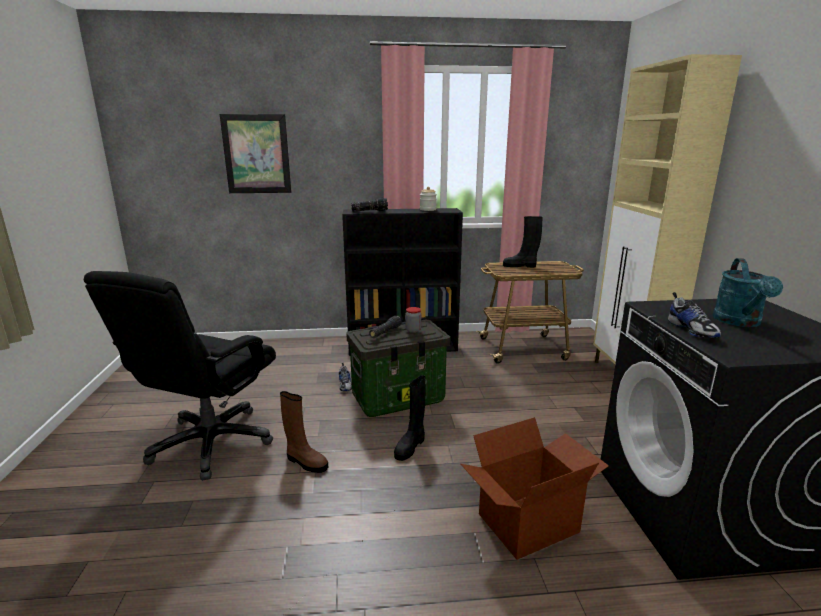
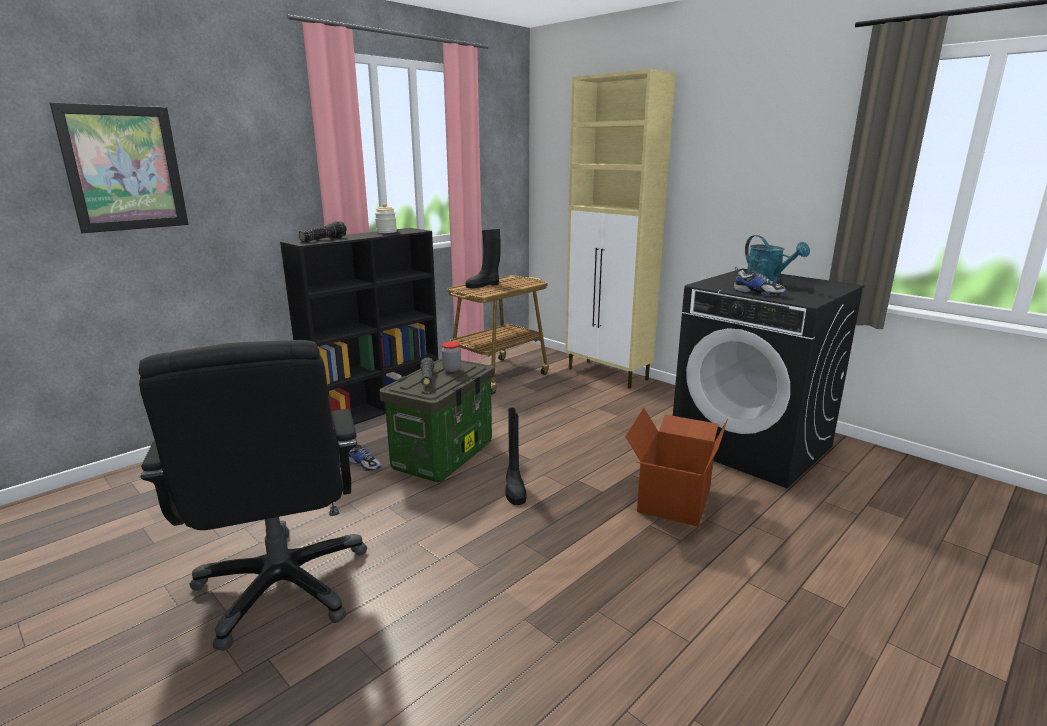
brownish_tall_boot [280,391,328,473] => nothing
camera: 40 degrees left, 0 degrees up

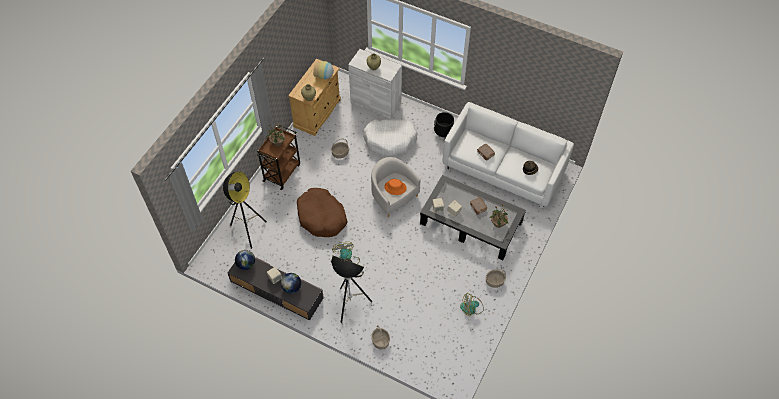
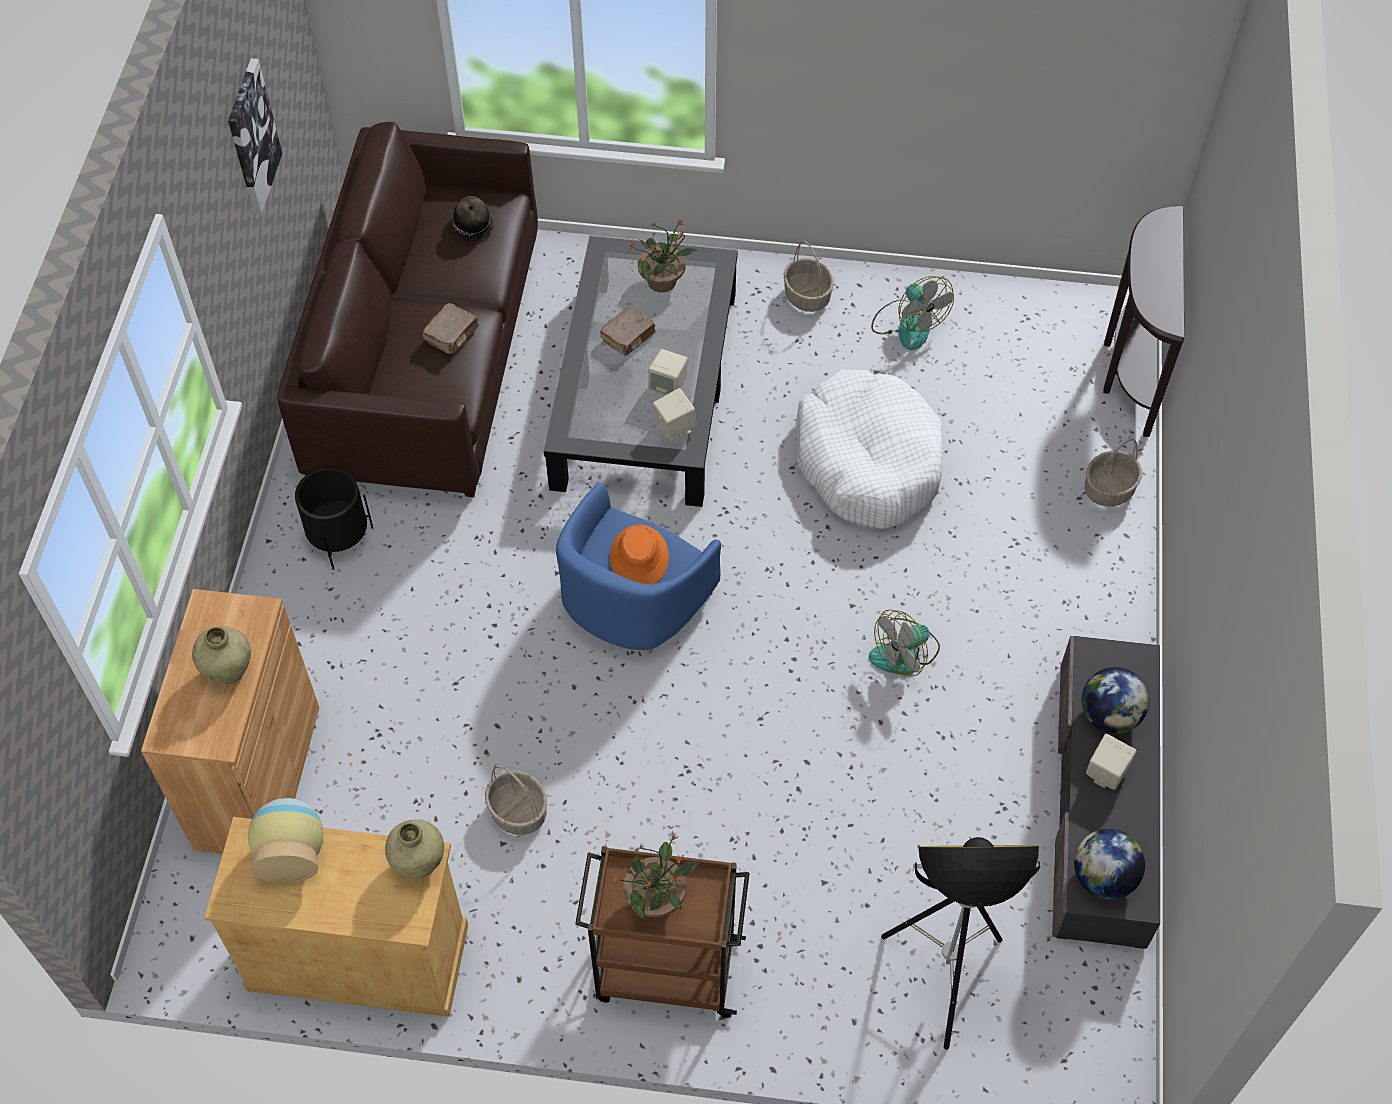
brownish_dog_bed [297,188,347,237] => nothing
standing_lamp [331,256,372,323] => nothing
whitish_storage_cabinet [348,49,402,119] => brownish_storage_cabinet [141,589,319,854]
whitish_dog_bed [363,119,417,156] => whitish_dog_bed [795,370,943,529], relocated
whitish_lounge_chair [371,157,421,217] => blue-coloured_lounge_chair [556,482,721,654]
whitish_settee [442,102,574,209] => brownish_settee [277,122,538,497]
nothing => wall_picture [228,58,282,215]
nothing => brownish_narrow_table [1103,206,1184,437]
camera: 110 degrees left, 0 degrees up

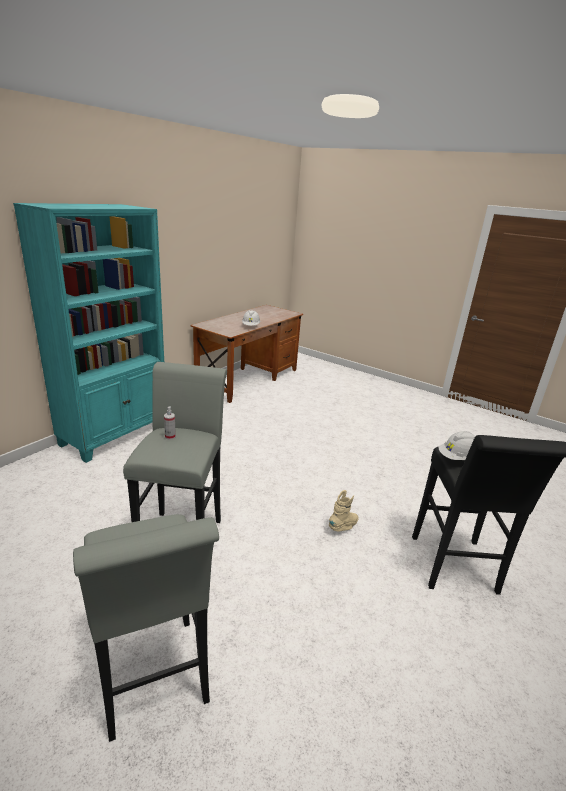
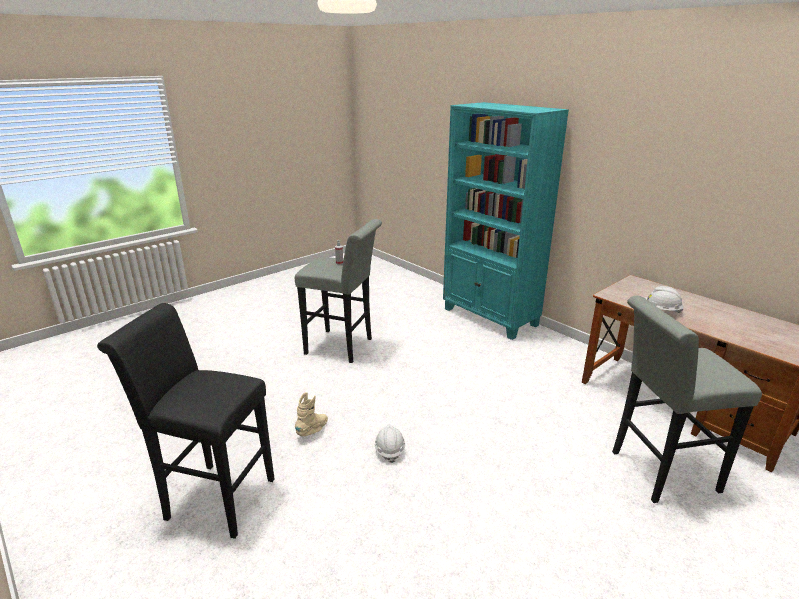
gray_stool [73,514,219,742] => gray_stool [612,296,762,503], relocated
beige-coloured_tall_boot [329,490,358,532] => beige-coloured_tall_boot [295,392,328,436], 120 degrees counterclockwise
whitish_work_helmet [439,431,475,460] => whitish_work_helmet [375,424,405,463], relocated
camera: 105 degrees right, 0 degrees up

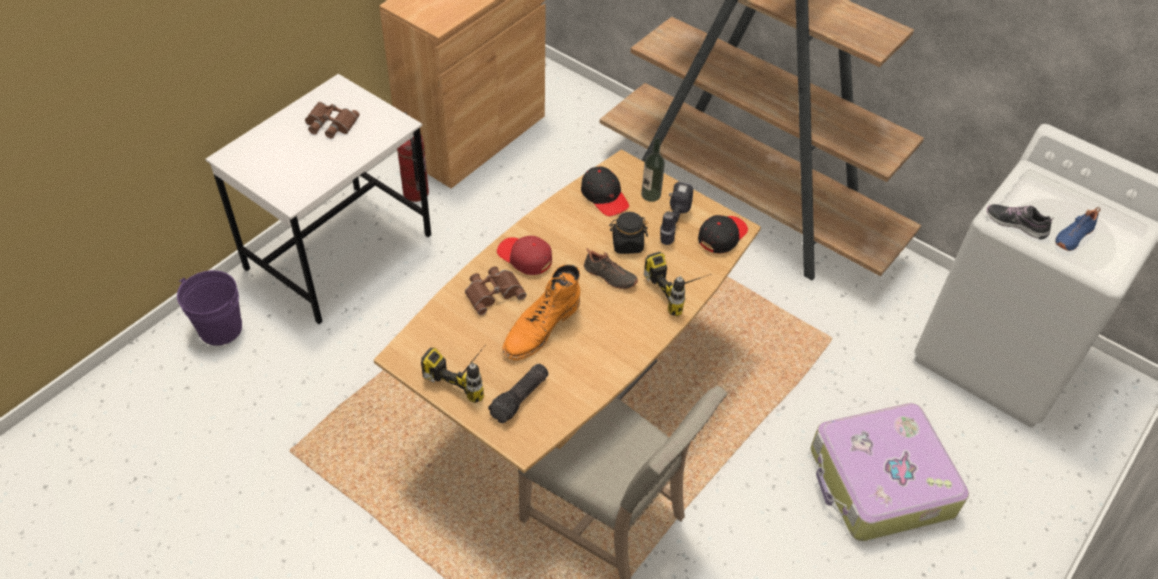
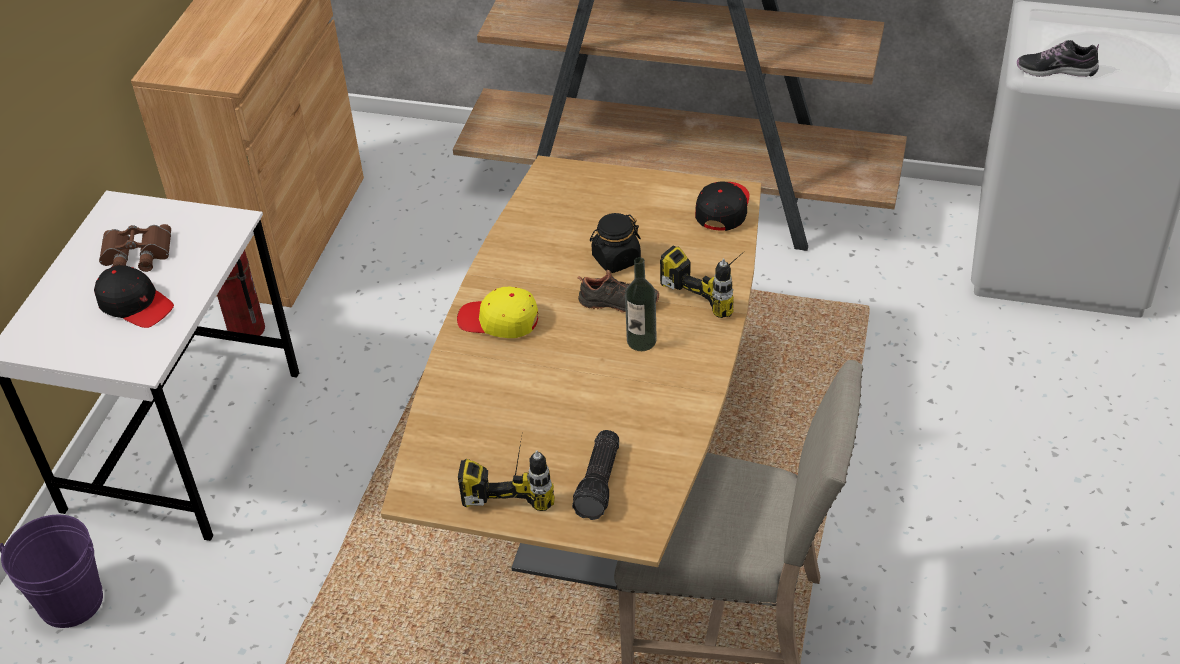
brownish_field_glasses [465,266,526,315] => nothing
red_peaked_cap [497,236,552,275] => yellowish_peaked_cap [457,287,539,338]
orange-coloured_tall_boot [502,264,580,360] => nothing
black_peaked_cap [581,166,629,216] => black_peaked_cap [94,265,174,328], relocated
bottle [641,138,665,202] => bottle [625,257,657,351], relocated
electric_drill [660,182,693,245] => nothing
travel_case [810,403,969,541] => nothing
blue-coloured_shoe [1055,207,1100,251] => nothing
camera: 20 degrees left, 5 degrees down

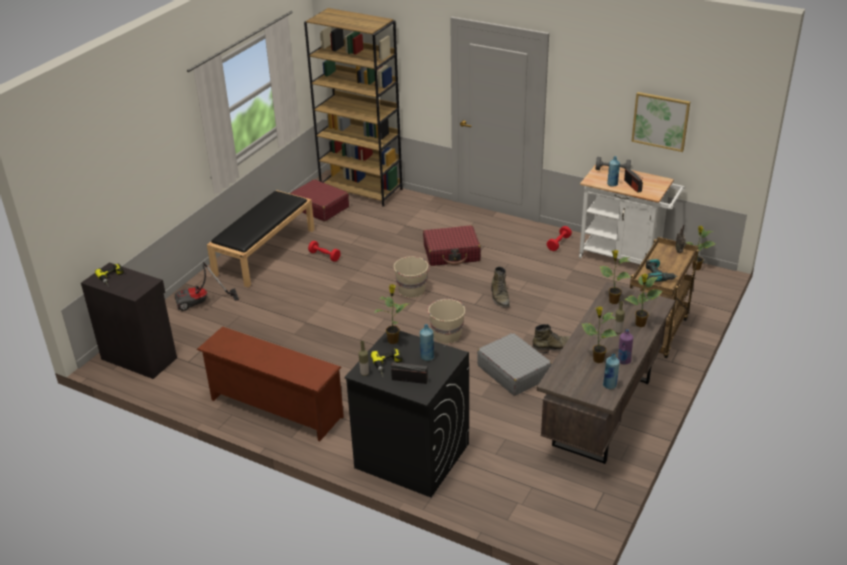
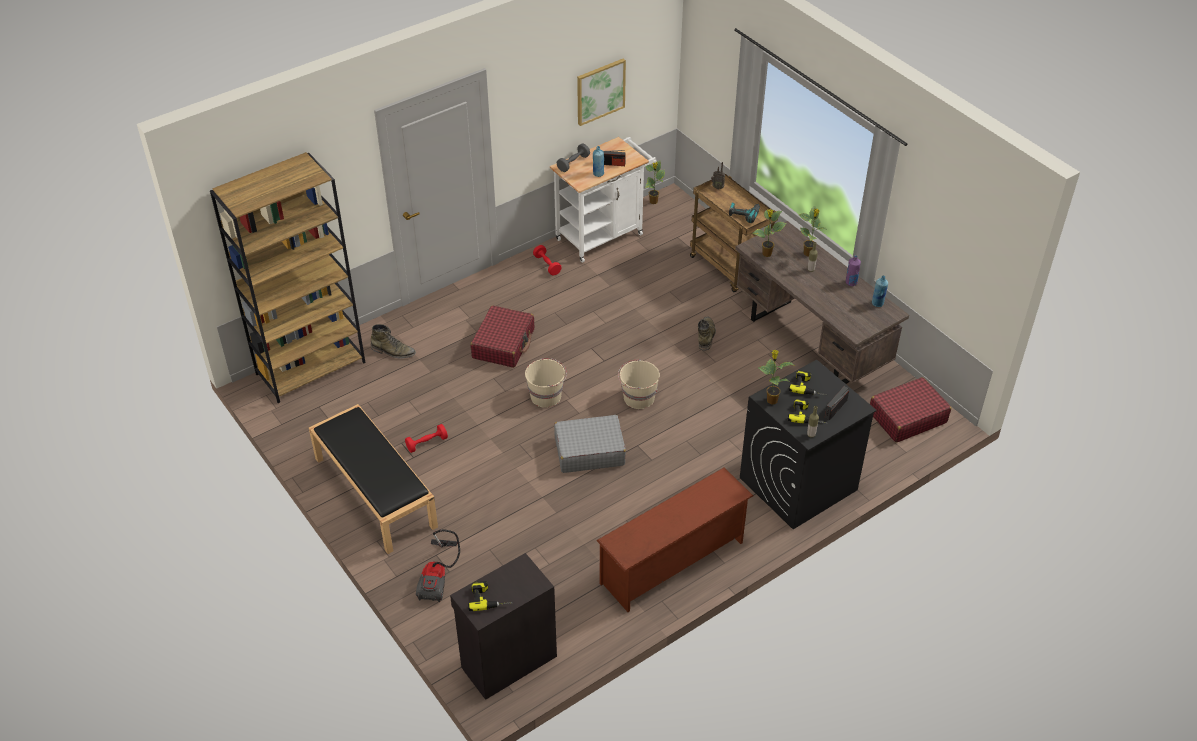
red_travel_case [290,179,349,221] => red_travel_case [870,377,951,443], relocated
blue-coloured_bottle [420,324,434,361] => electric_drill [788,370,828,396]
gray_travel_case [477,333,552,396] => gray_travel_case [554,415,626,473], relocated
green-coloured_tall_boot [491,266,510,308] => green-coloured_tall_boot [371,324,416,359], relocated
plant_in_a_pot [581,306,618,363] => nothing
camera: 65 degrees left, 10 degrees up

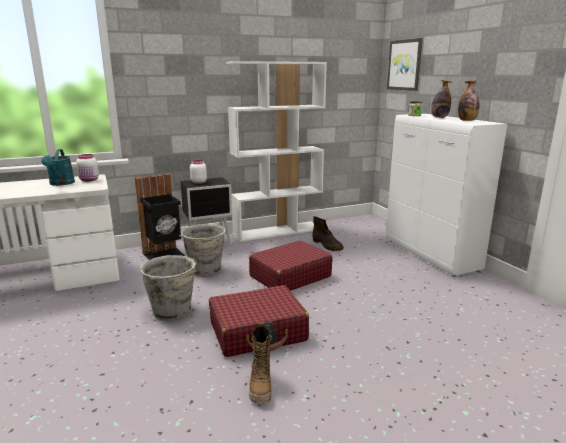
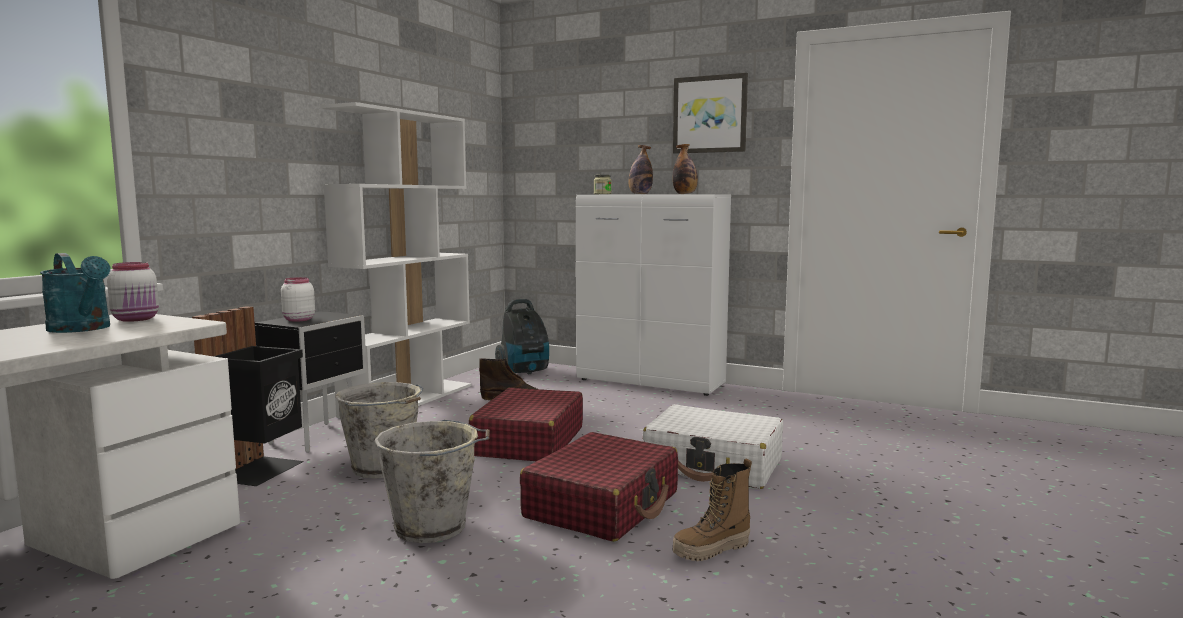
tall_boot [249,322,272,404] => tall_boot [673,459,752,561], 105 degrees clockwise
wall_picture [387,38,423,91] => wall_picture [673,73,748,154], relocated
nothing => hoover [495,299,549,375]
nothing => whitish_travel_case [643,404,783,489]
camera: 40 degrees left, 10 degrees down

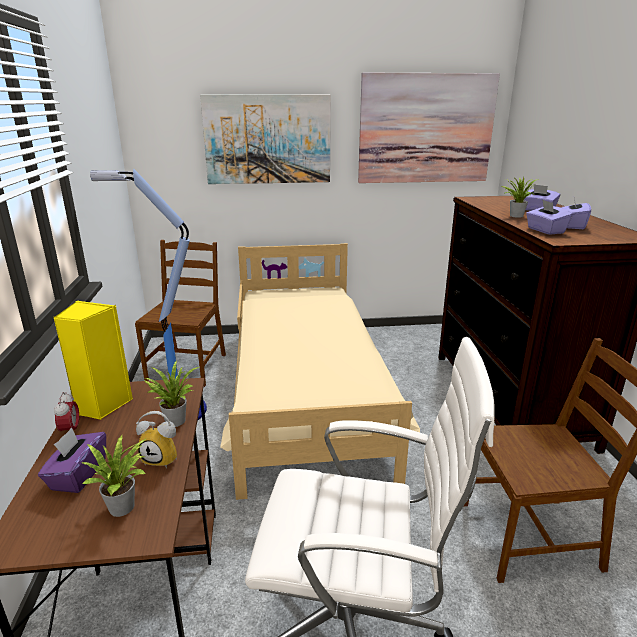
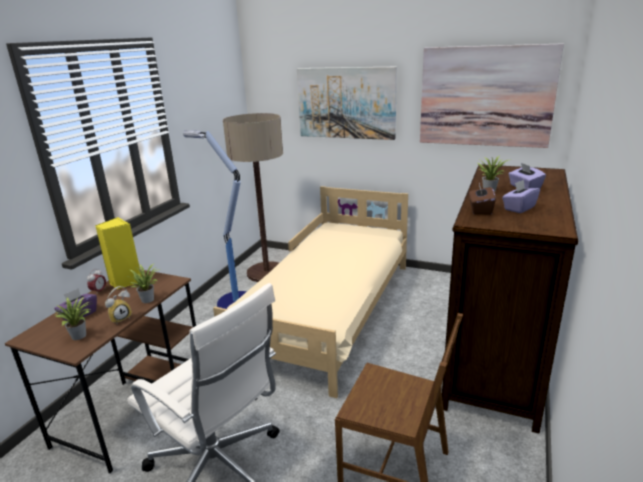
brownish_plain_chair [135,240,226,387] => standing_lamp [223,113,283,282]
table_clock [136,411,177,468] => table_clock [105,286,132,324], 90 degrees counterclockwise
purple-coloured_tissue_holder [526,199,573,235] => brownish_tissue_holder [469,183,496,215]
camera: 30 degrees right, 0 degrees up

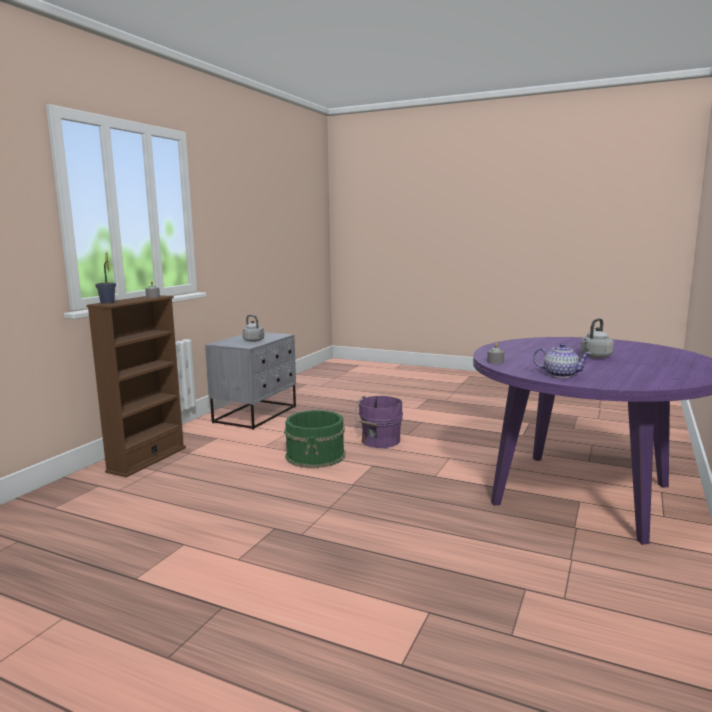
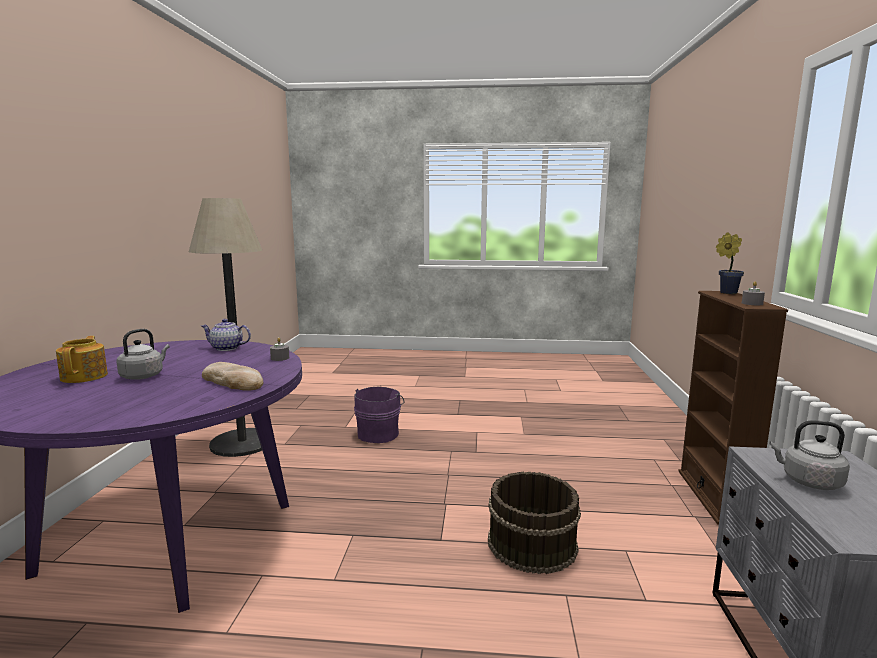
green-coloured_pail [284,410,345,468] => brownish_pail [488,472,581,574]
purple-coloured_pail [355,396,403,448] => purple-coloured_pail [354,387,404,443], relocated
nothing => pot_for_tea [56,336,108,383]
nothing => standing_lamp [189,198,262,457]
nothing => bread [202,362,263,391]
camera: 160 degrees right, 0 degrees up

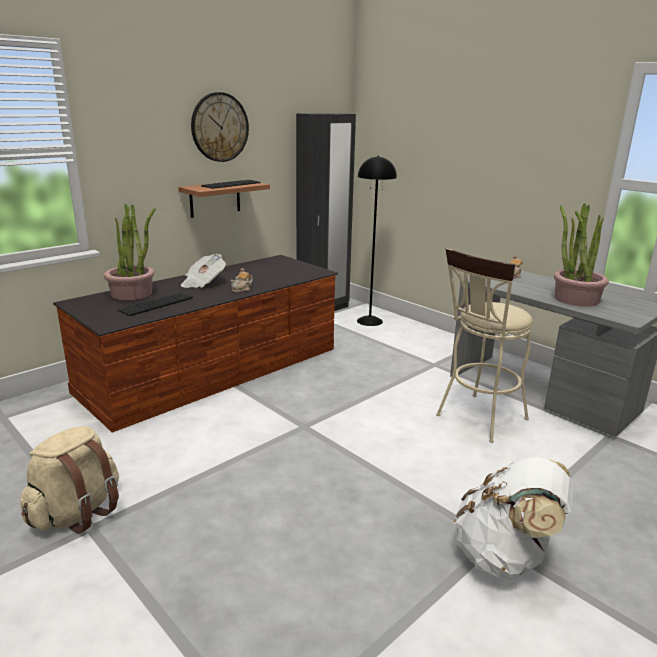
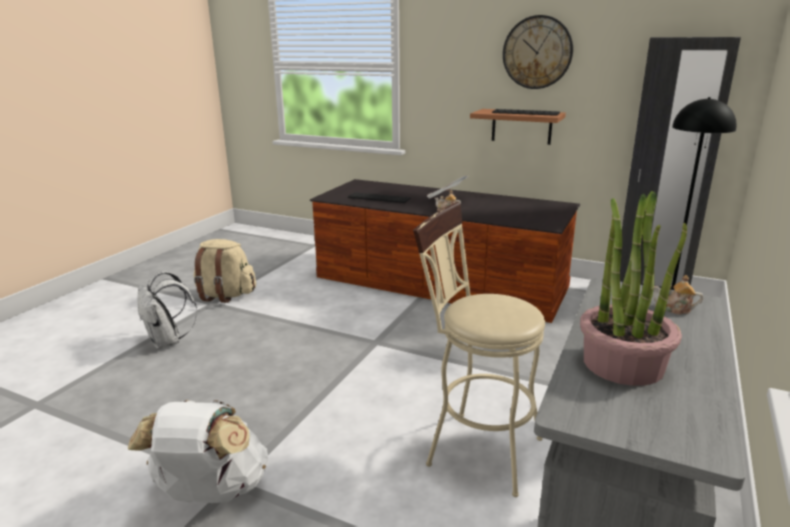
plant_in_a_pot [104,204,156,300] => nothing
nothing => whitish_knapsack [137,271,197,349]
camera: 70 degrees right, 0 degrees up

